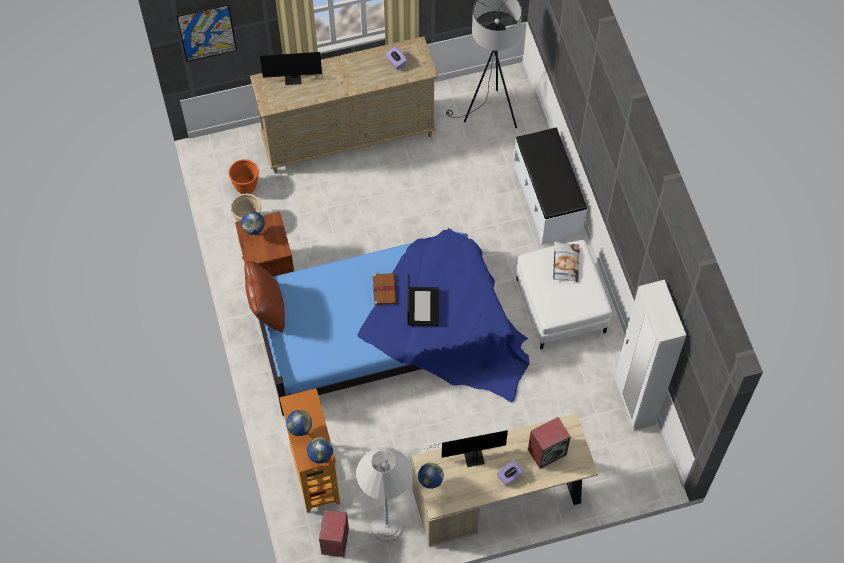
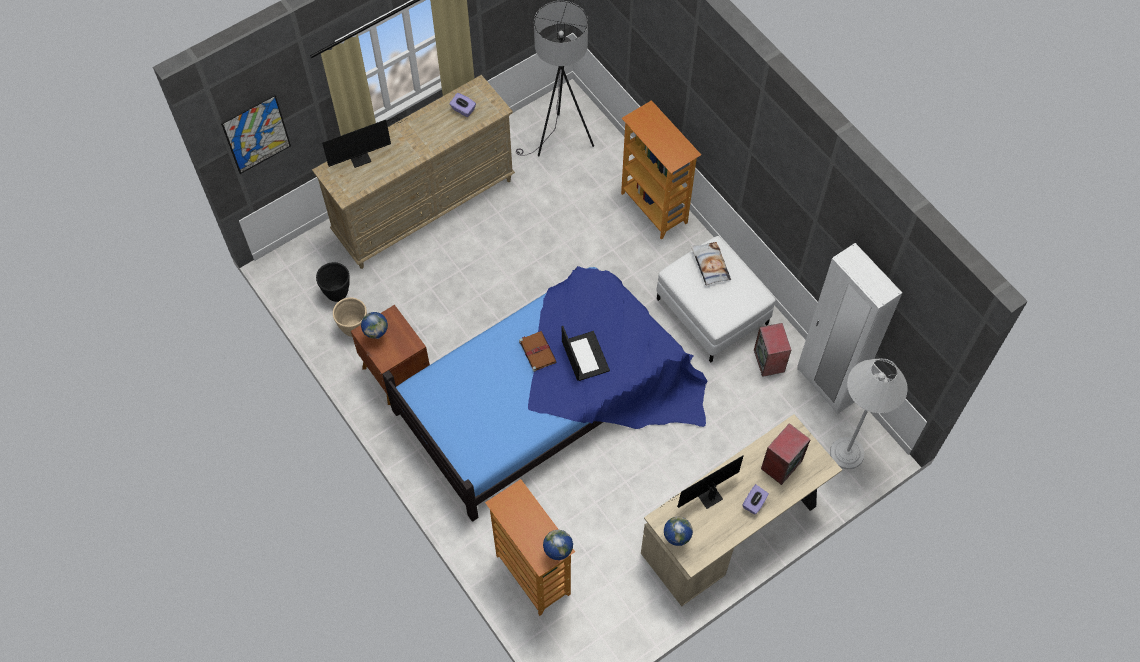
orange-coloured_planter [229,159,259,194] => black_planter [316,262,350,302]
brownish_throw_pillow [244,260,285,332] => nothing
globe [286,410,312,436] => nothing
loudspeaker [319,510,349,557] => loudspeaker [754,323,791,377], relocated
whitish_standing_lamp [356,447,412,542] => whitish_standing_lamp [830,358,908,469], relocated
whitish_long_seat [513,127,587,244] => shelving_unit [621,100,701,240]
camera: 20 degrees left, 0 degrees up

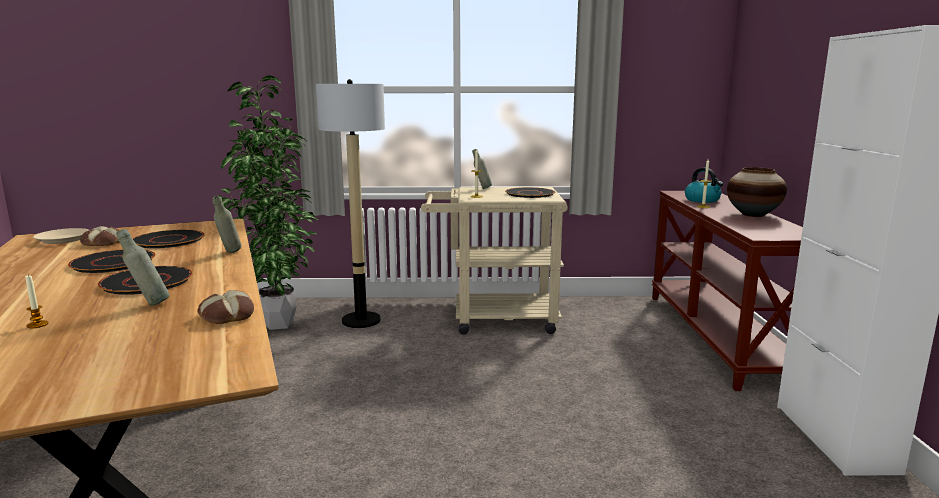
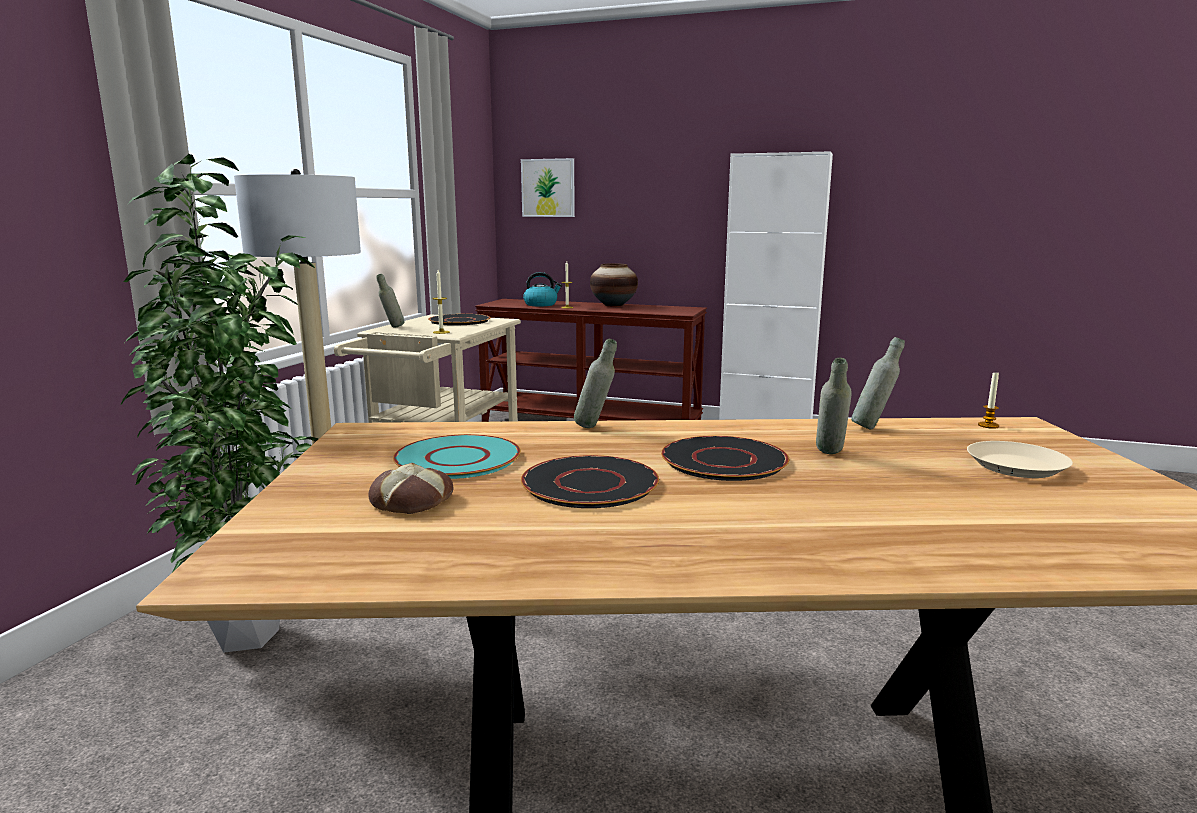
wax_light [25,275,48,328] => wax_light [978,373,999,429], relocated
beige-coloured_dinner_plate [33,228,89,244] => beige-coloured_dinner_plate [967,441,1073,478], relocated
black_dinner_plate [133,230,205,248] => blue-green_dinner_plate [393,434,521,479]
bread [197,290,254,324] => gray_bottle [851,337,905,430]
nothing => wall_picture [521,158,575,217]
camera: 70 degrees left, 0 degrees up

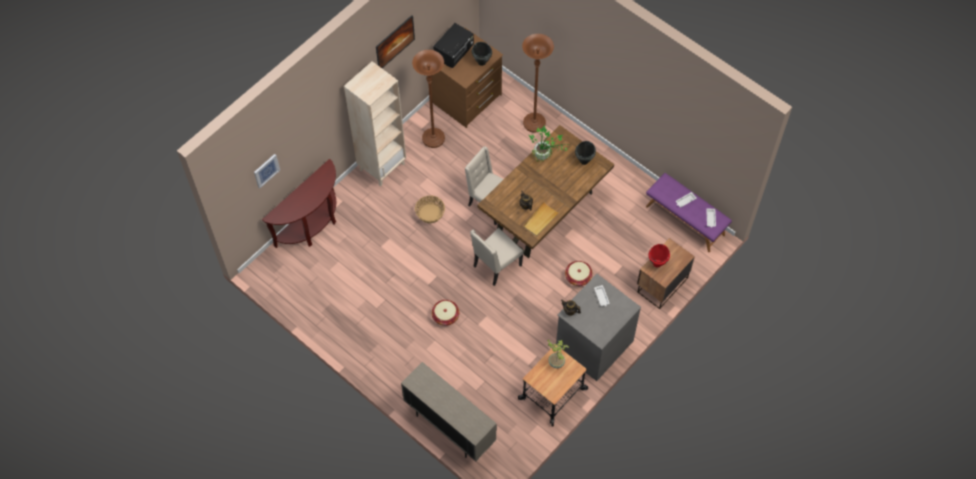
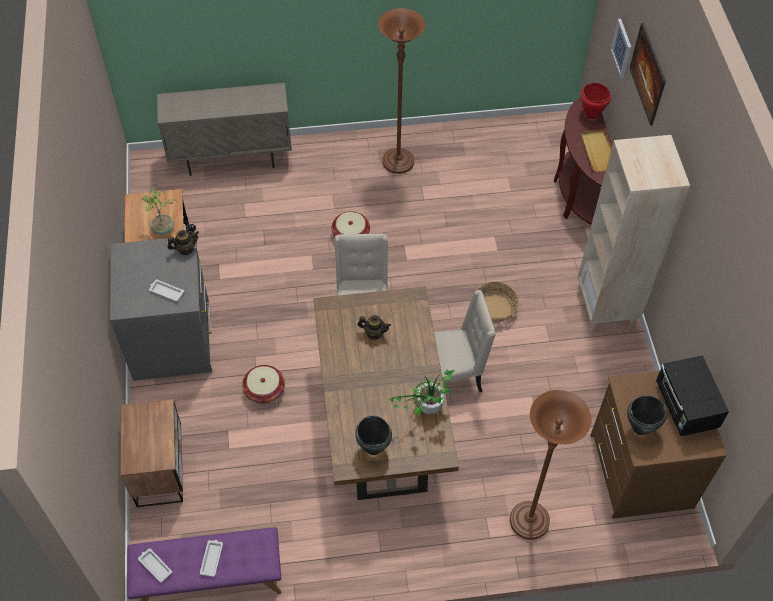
wall_picture [376,15,415,68] => wall_picture [630,23,666,126], relocated
brownish_standing_lamp [412,50,445,148] => brownish_standing_lamp [378,8,425,174], relocated
beige-coloured_serving_tray [523,202,560,236] => beige-coloured_serving_tray [581,130,612,172], relocated
red_cooking_pot [649,244,670,268] => red_cooking_pot [581,82,611,119], relocated
camera: 130 degrees right, 5 degrees down

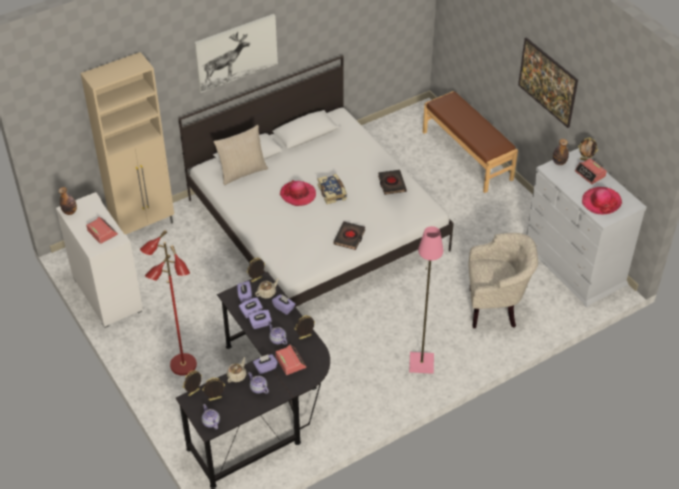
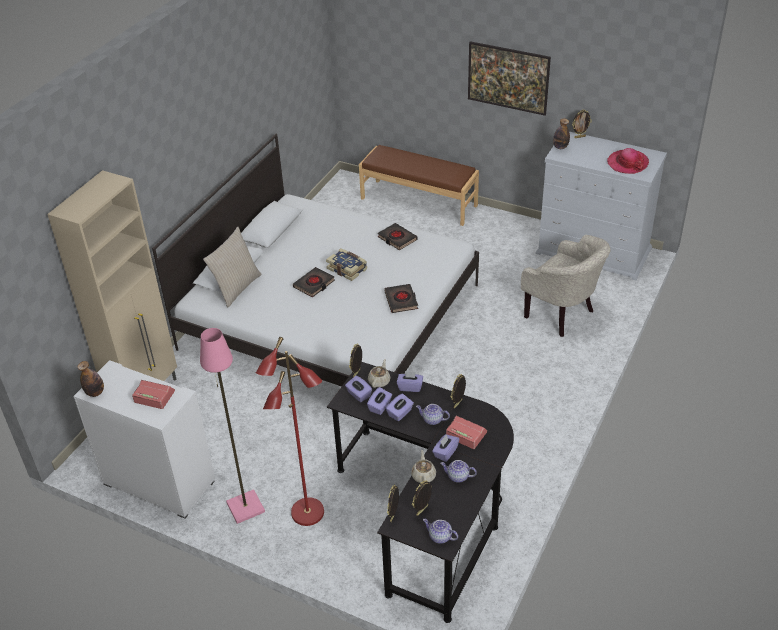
wall_picture [194,14,278,93] => nothing
hat [280,180,316,206] => black_bound_book [293,267,335,298]
pink-coloured_standing_lamp [409,226,443,374] => pink-coloured_standing_lamp [200,328,265,524], relocated
beige-coloured_lounge_chair [469,233,538,328] => beige-coloured_lounge_chair [521,235,611,337], 75 degrees clockwise
table_clock [575,158,607,184] => nothing
camera: 30 degrees left, 5 degrees down

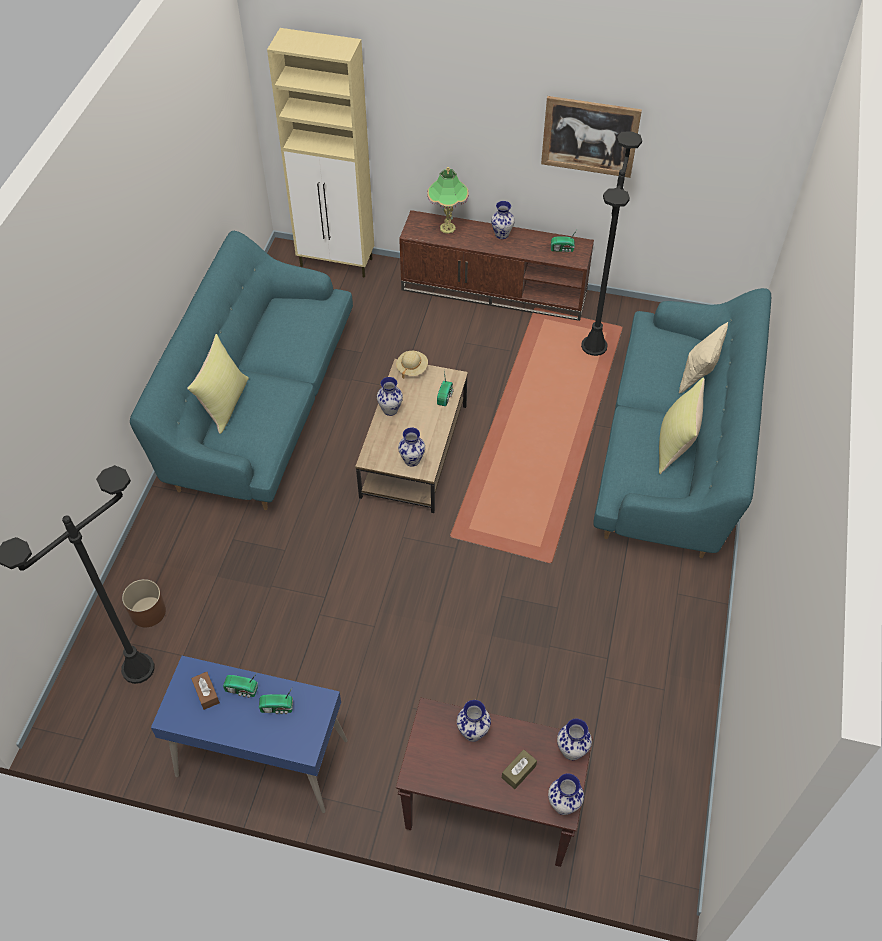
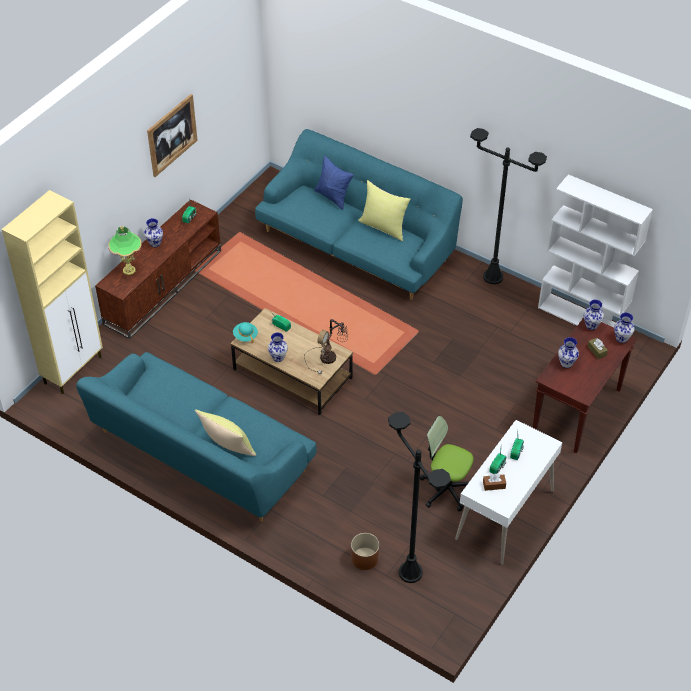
blue-coloured_desk [151,656,348,813] => whitish_desk [455,420,562,565]
beige-coloured_hat [396,351,428,379] => blue-green_hat [233,322,258,343]
vase [398,427,425,467] => tabletop_lamp [304,319,348,374]
black_standing_lamp [581,131,642,356] => black_standing_lamp [470,128,547,284], relocated
beige-coloured_throw_pillow [679,322,728,393] => blue-coloured_throw_pillow [314,155,354,211]
nothing => computer_chair [420,416,473,511]
nothing => whitish_shelving_unit [538,174,653,327]
camera: 70 degrees left, 5 degrees down

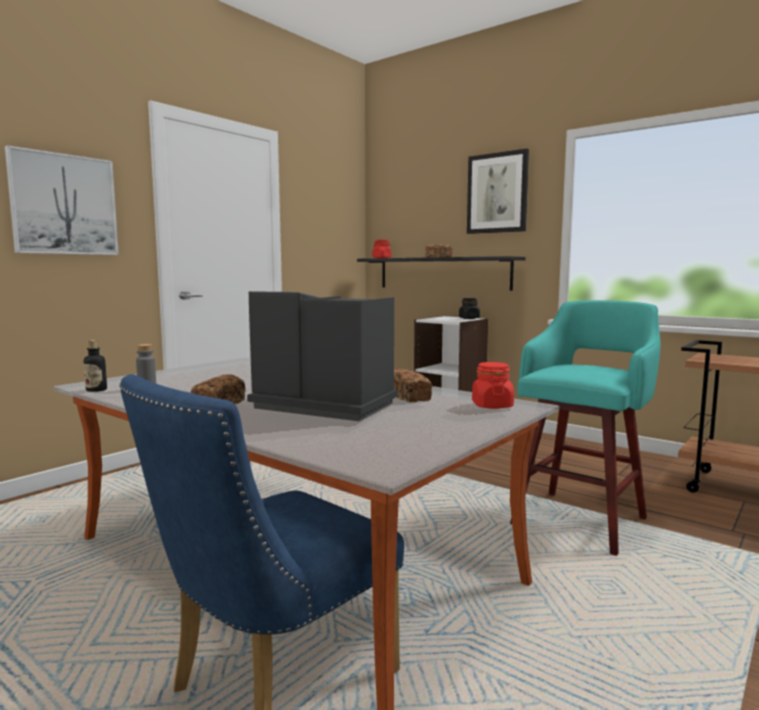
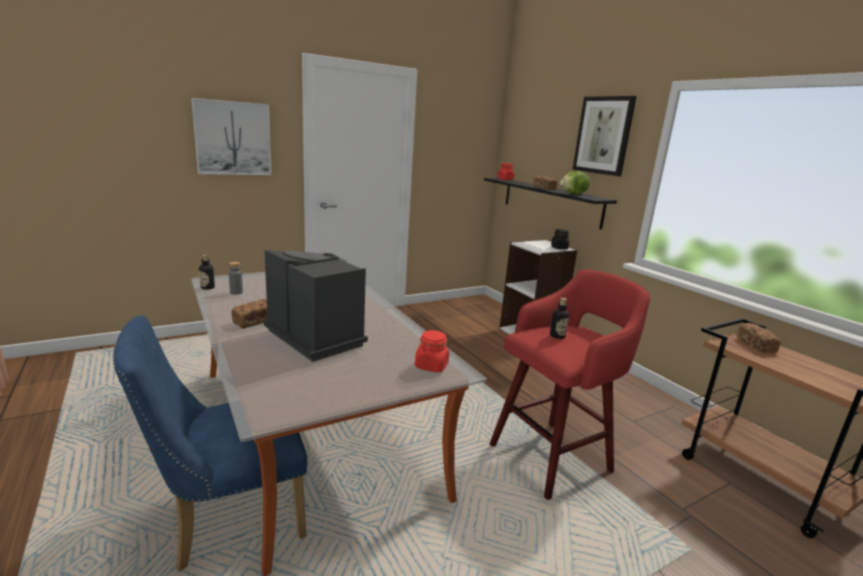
bread [394,368,432,402] => bread [737,323,781,353], relocated
blue-green_stool [510,300,661,556] => red_stool [490,269,650,500]
nothing => bottle [550,298,569,339]
nothing => head_of_lettuce [560,171,590,194]
camera: 20 degrees right, 10 degrees up

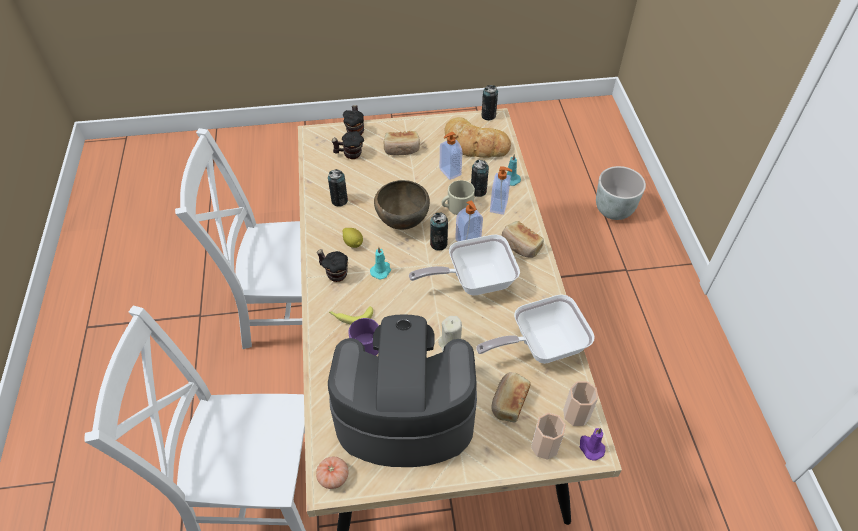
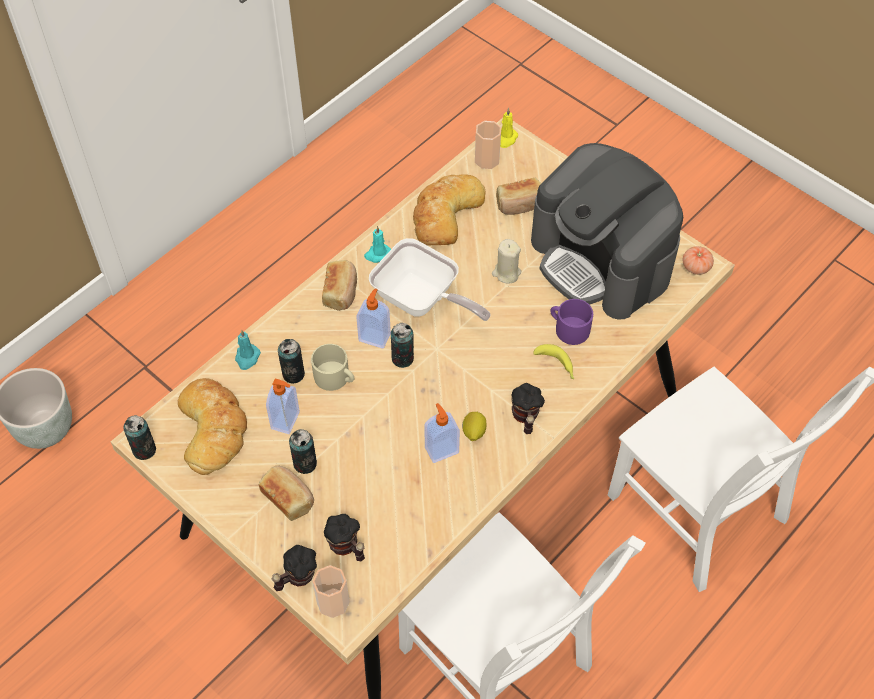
sealed_can [328,169,348,207] => sealed_can [289,429,317,474], relocated
blue-green_wax_light [370,247,391,279] => blue-green_wax_light [364,226,391,263], relocated
brownish_deep_dish [374,180,430,230] => nothing
skillet [476,294,595,364] => bread [413,175,486,245]
liquid_soap_bottle [490,166,512,215] => liquid_soap_bottle [424,403,460,463], relocated
drinking_cup [531,413,566,460] => drinking_cup [312,565,350,618], relocated
purple-coloured_wax_light [580,428,605,461] => yellowish_wax_light [500,108,518,148]
camera: 130 degrees left, 5 degrees up

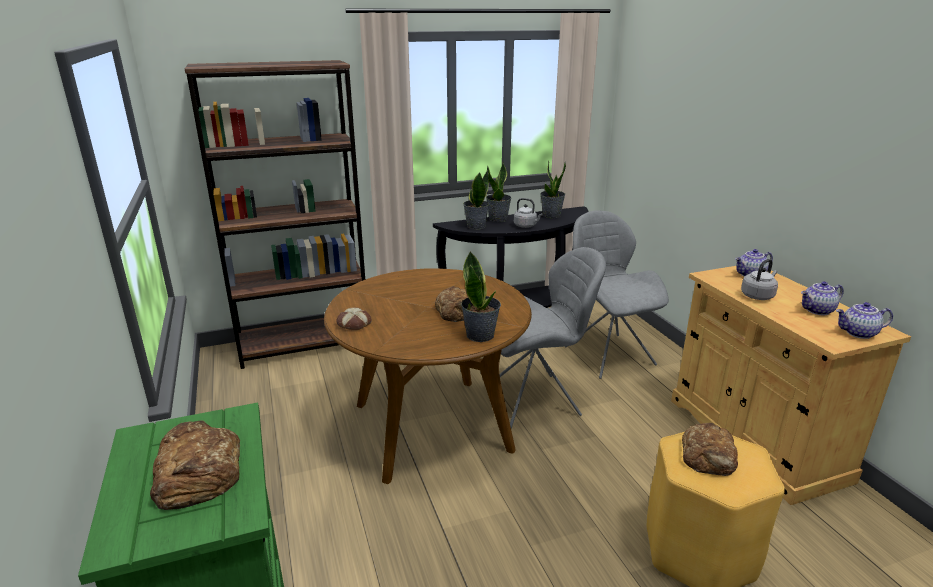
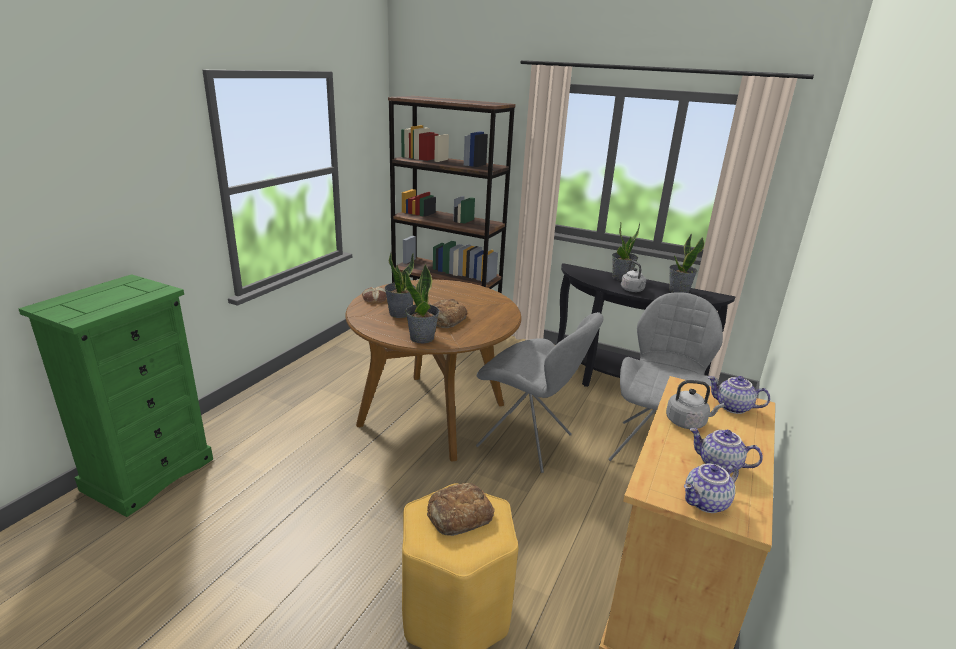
bread [150,421,240,510] => nothing
plant_in_a_pot [463,170,489,229] => plant_in_a_pot [385,252,416,318], relocated
pot_for_tea [836,302,893,339] => pot_for_tea [684,463,739,513], 75 degrees counterclockwise
camera: 45 degrees right, 0 degrees up

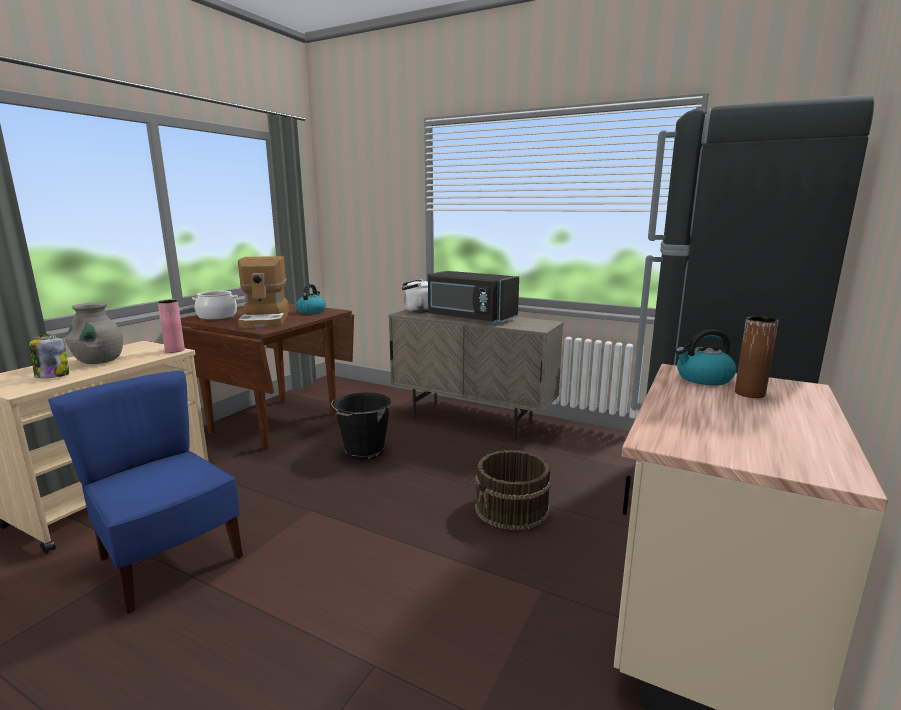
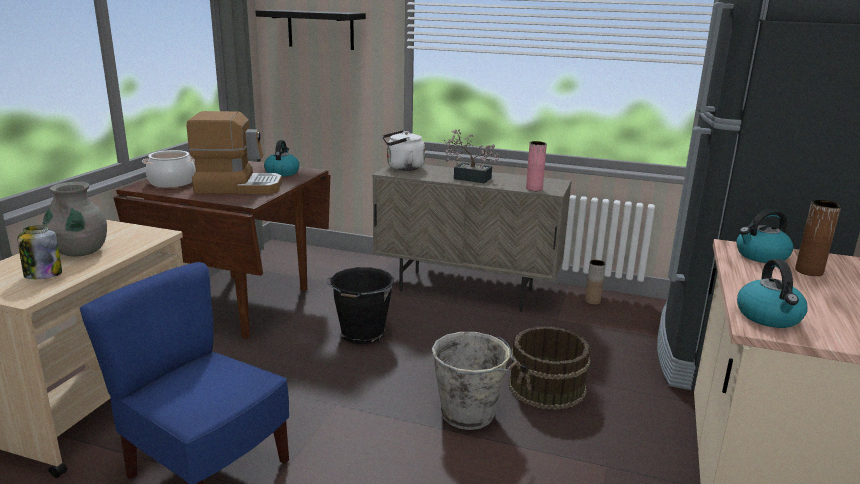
pink-coloured_vase [158,300,185,353] => pink-coloured_vase [526,141,547,191], relocated
coffee_maker [238,256,289,328] => coffee_maker [187,111,282,194], 75 degrees counterclockwise
black_kitchen_microwave [428,271,519,324] => plant_in_a_pot [444,129,499,183]
nothing => black_wall_shelf [255,10,366,50]
nothing => gray_pail [432,332,518,430]
nothing => brownish_vase [585,260,605,305]
nothing => water_kettle [737,259,808,328]
camera: 10 degrees left, 5 degrees up

